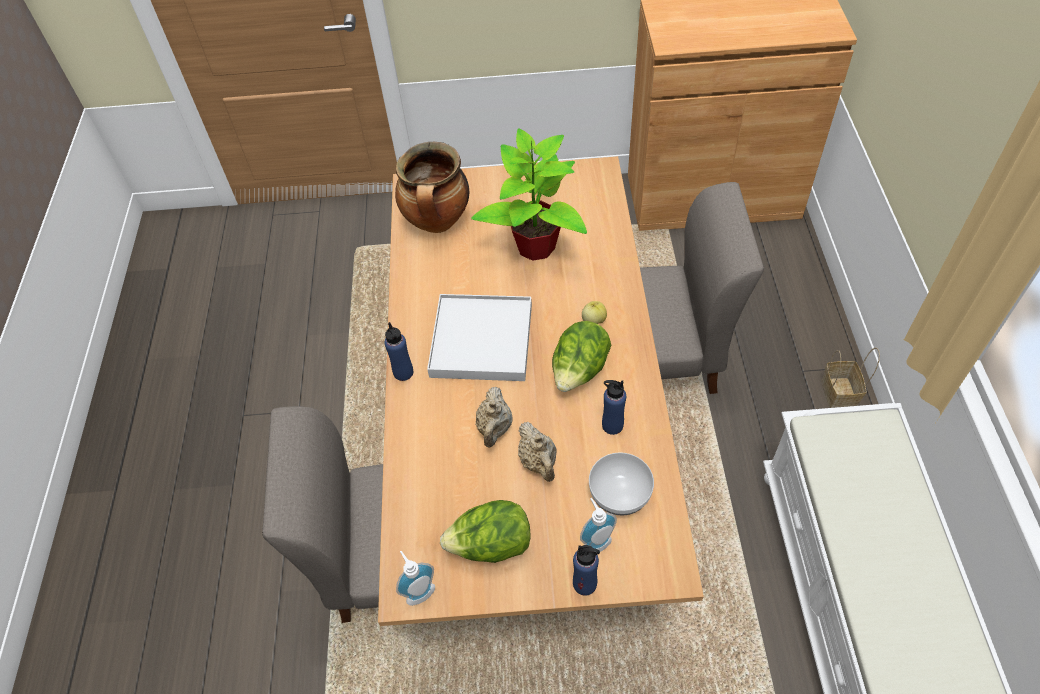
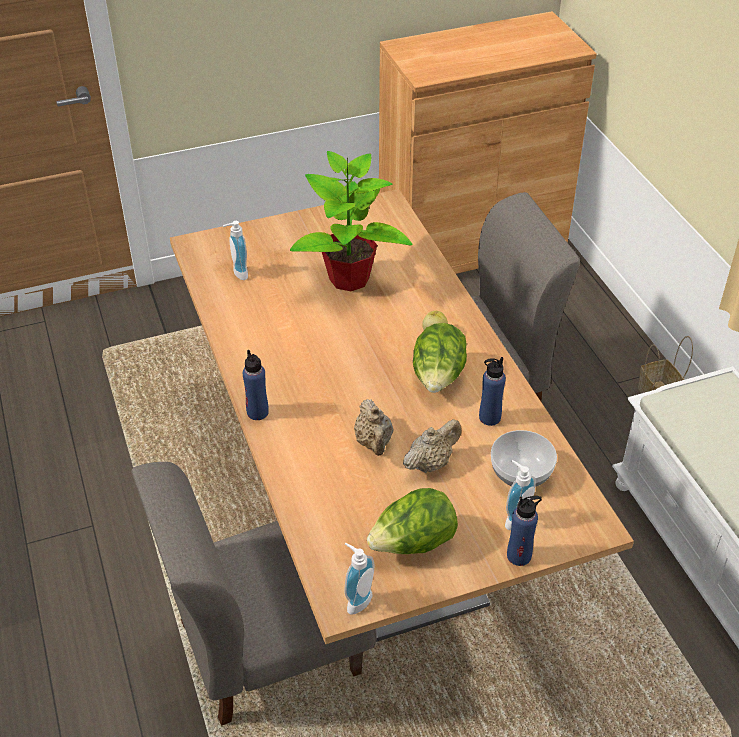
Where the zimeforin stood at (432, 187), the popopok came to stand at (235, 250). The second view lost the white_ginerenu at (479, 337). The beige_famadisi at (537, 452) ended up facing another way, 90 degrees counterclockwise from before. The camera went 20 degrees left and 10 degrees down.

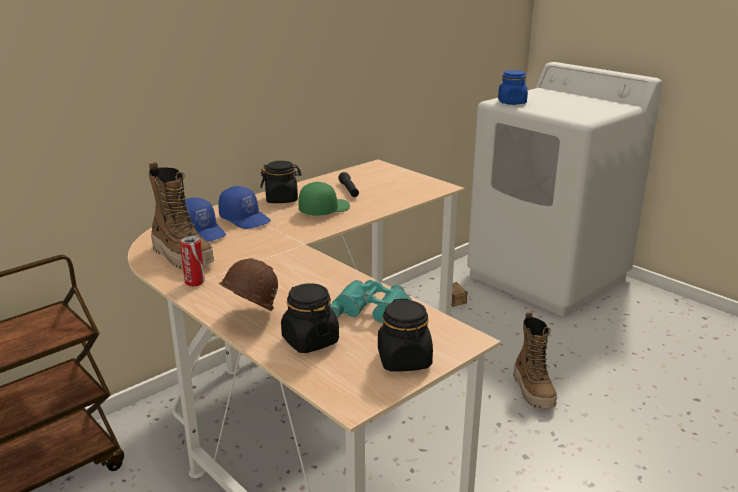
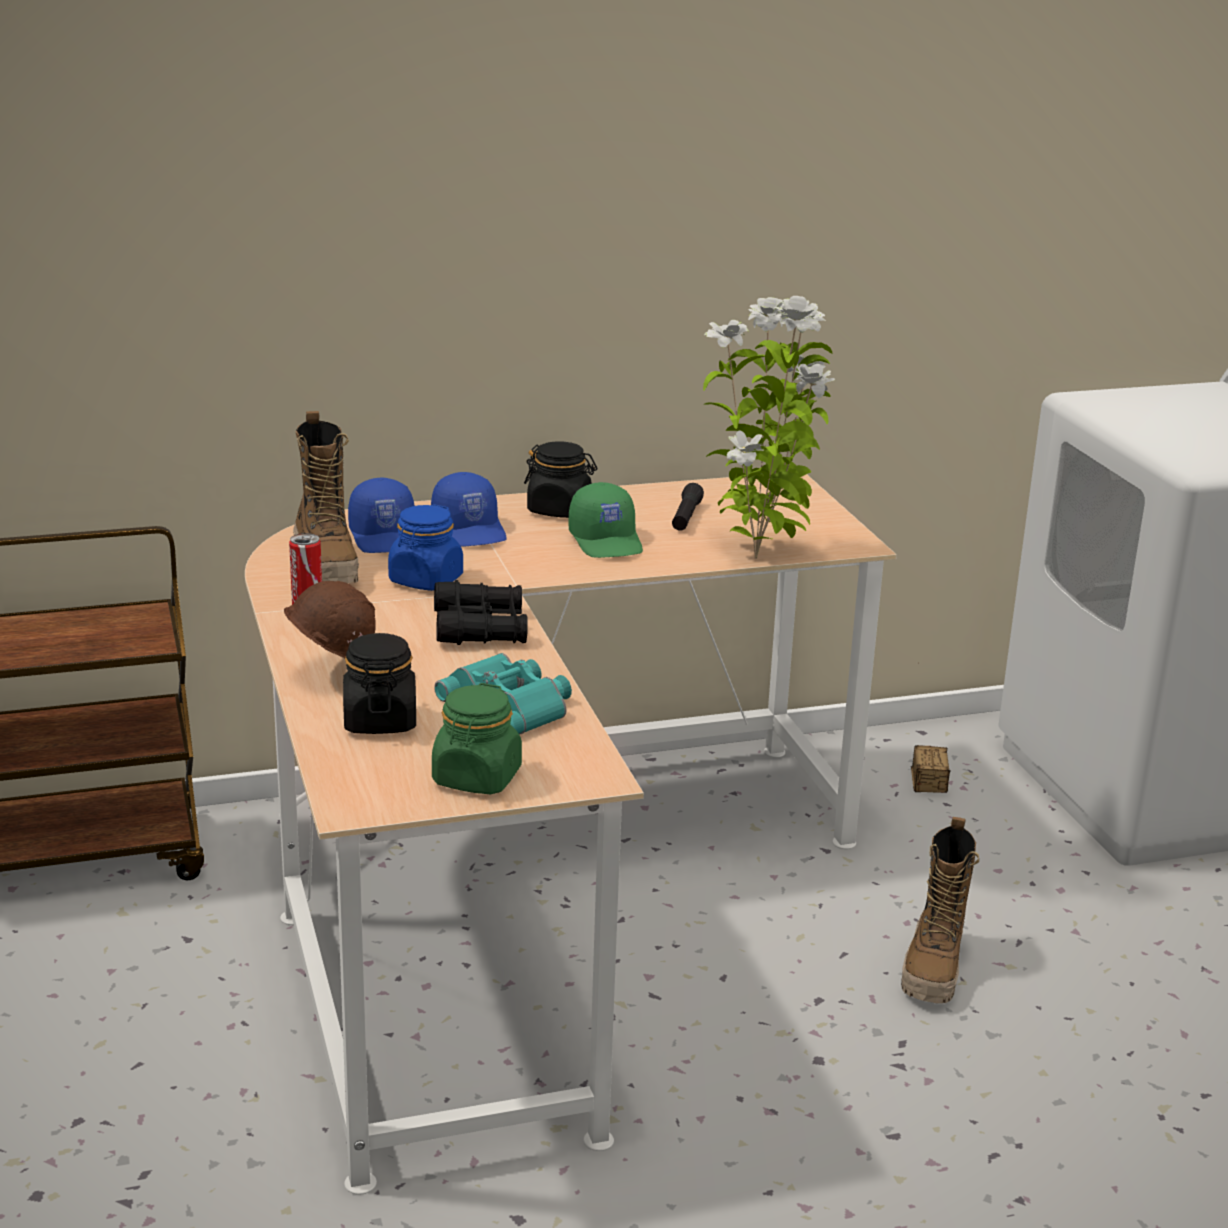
The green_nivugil at (324, 199) ended up facing another way, 90 degrees clockwise from before. What was the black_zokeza at (405, 335) turned into the green_zokeza at (477, 738). The blue_zokeza ended up elsewhere, having gone from (513, 87) to (425, 547). The second view gained the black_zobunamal at (480, 612). The second view gained the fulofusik at (769, 427). The camera went 25 degrees right and 0 degrees up.

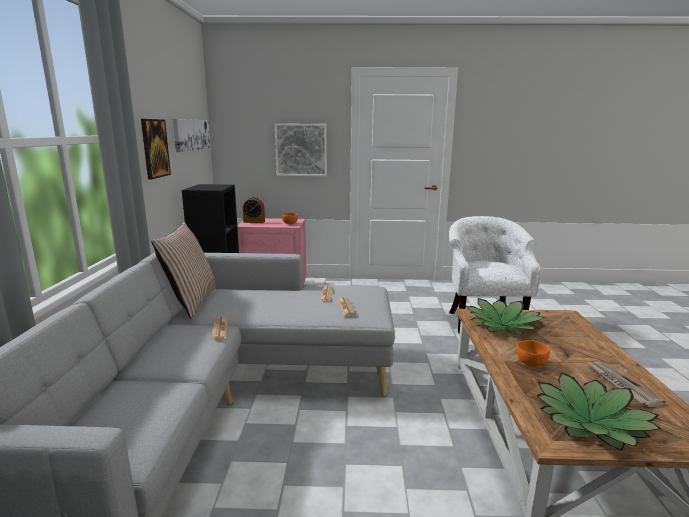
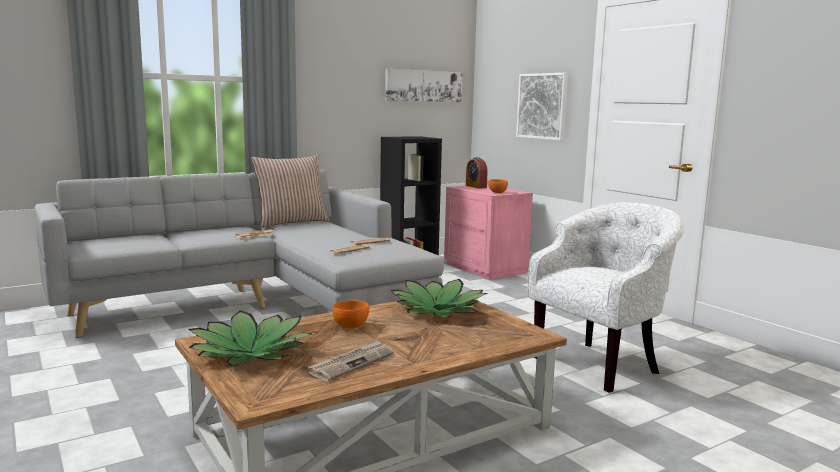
The second view lost the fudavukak at (156, 149). The camera went 55 degrees right and 5 degrees down.

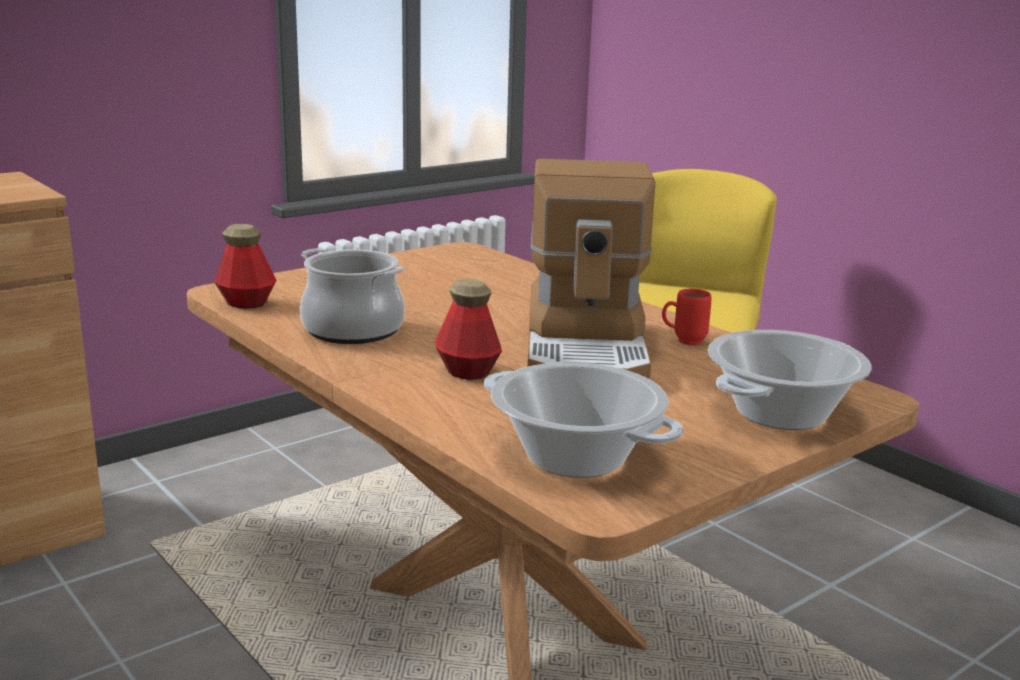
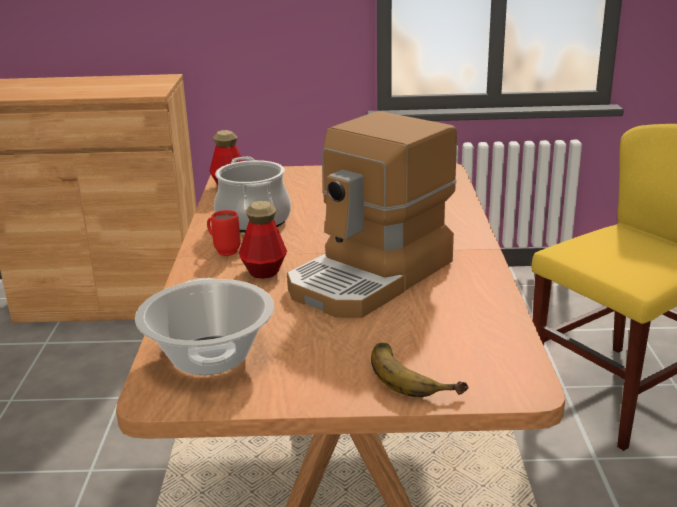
The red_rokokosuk ended up elsewhere, having gone from (687, 317) to (224, 233). Where the zimeforin stood at (789, 380), the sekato came to stand at (420, 370). The camera went 40 degrees right and 5 degrees up.

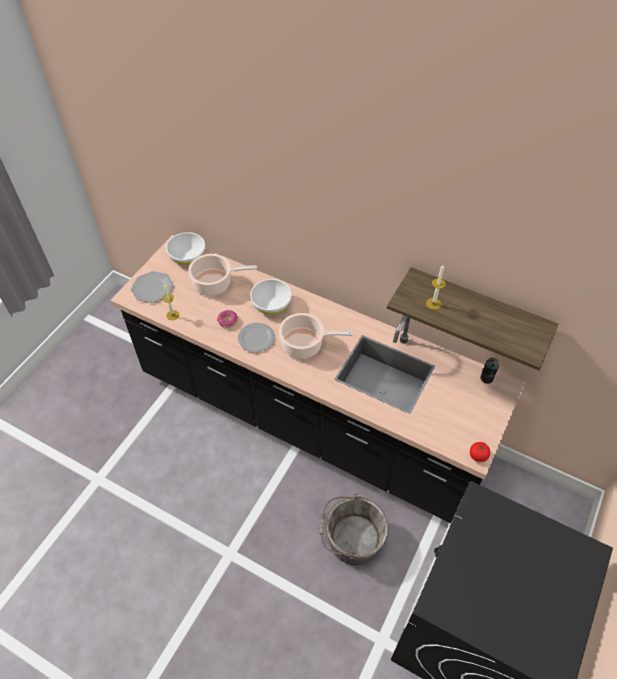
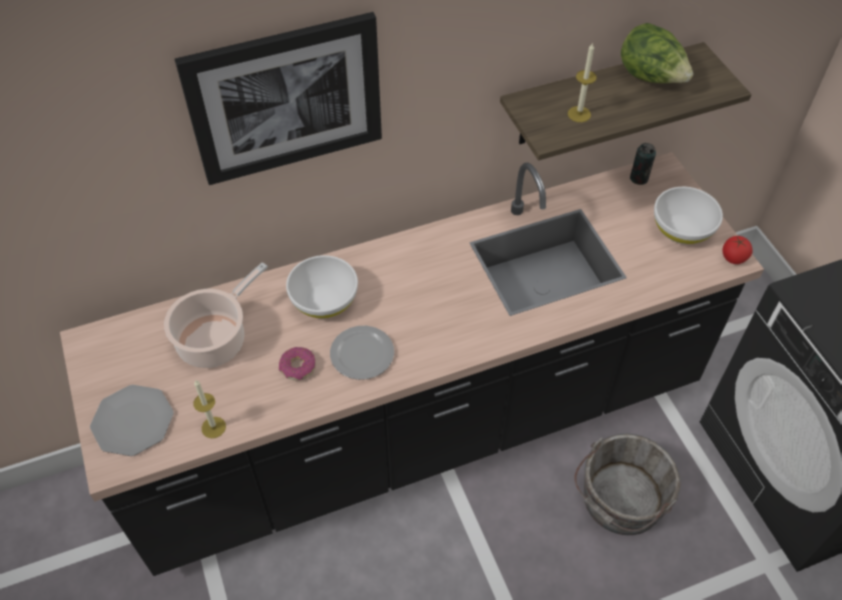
The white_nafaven ended up elsewhere, having gone from (185, 248) to (688, 215). The second view lost the zimeforin at (316, 336). The second view gained the fudavukak at (278, 98). The second view gained the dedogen at (657, 53). The camera went 50 degrees left and 0 degrees up.

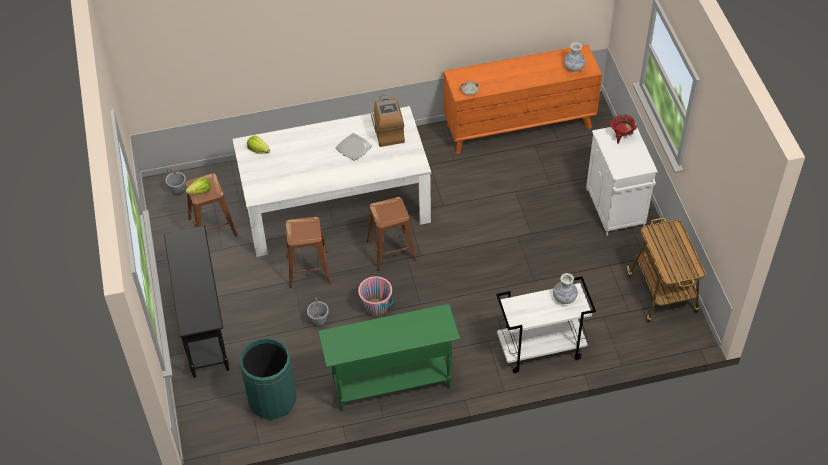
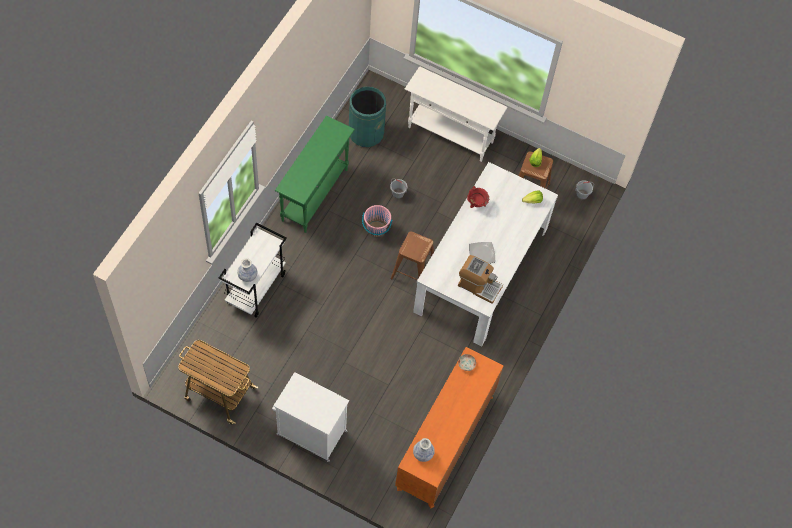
What was the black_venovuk at (196, 302) turned into the white_venovuk at (456, 114). The second view lost the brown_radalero at (308, 252). The red_zimeforin ended up elsewhere, having gone from (624, 128) to (478, 197). The camera went 125 degrees right and 10 degrees up.

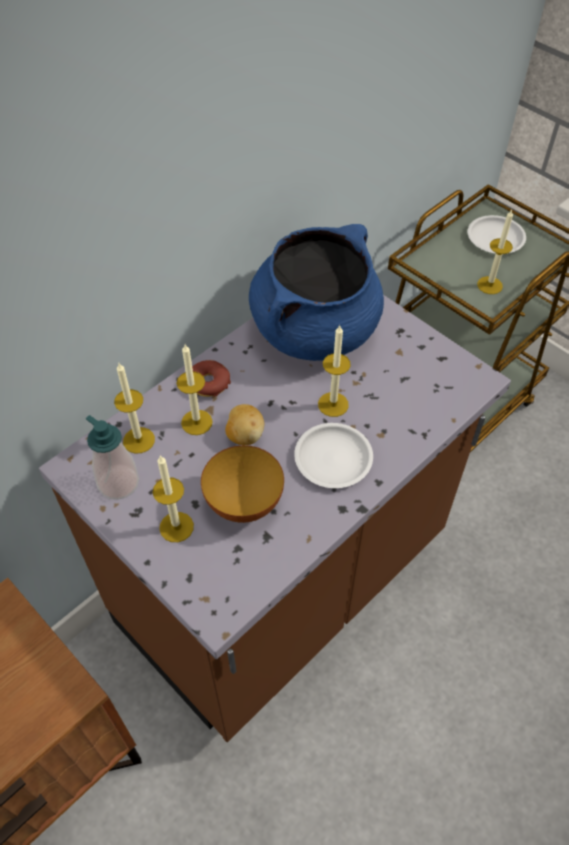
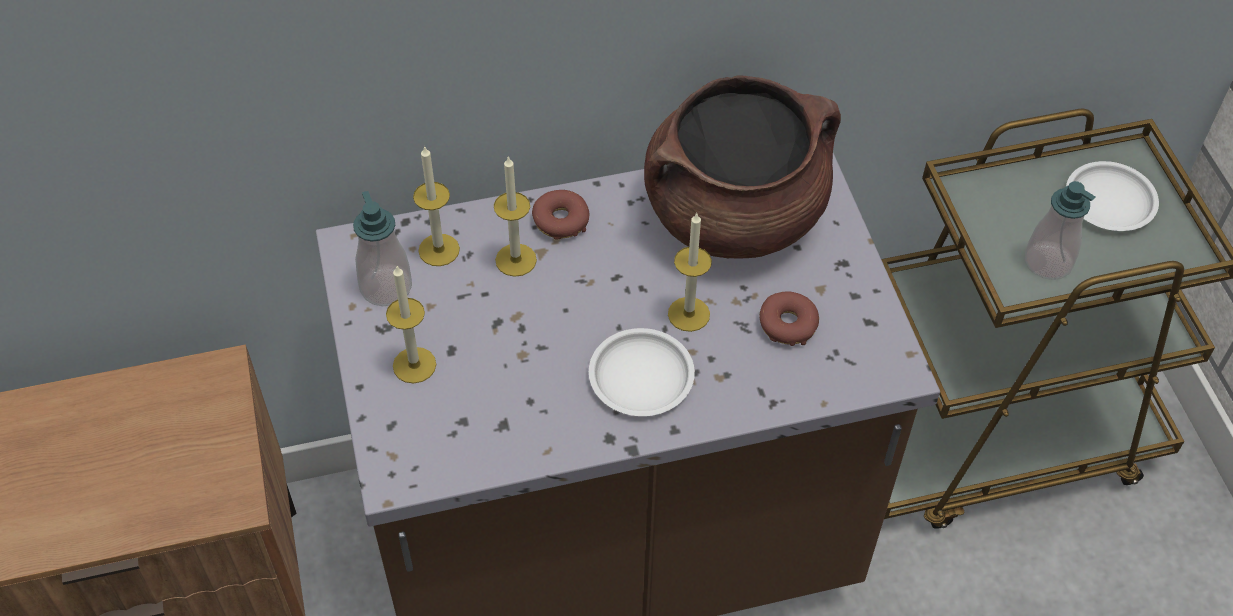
The second view lost the nafaven at (242, 484). The second view lost the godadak at (244, 424). What was the blue_zimeforin at (316, 292) turned into the brown_zimeforin at (742, 167). Where the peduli stood at (495, 252), the popopok came to stand at (1060, 230). The second view gained the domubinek at (789, 318). The camera went 30 degrees right and 0 degrees up.

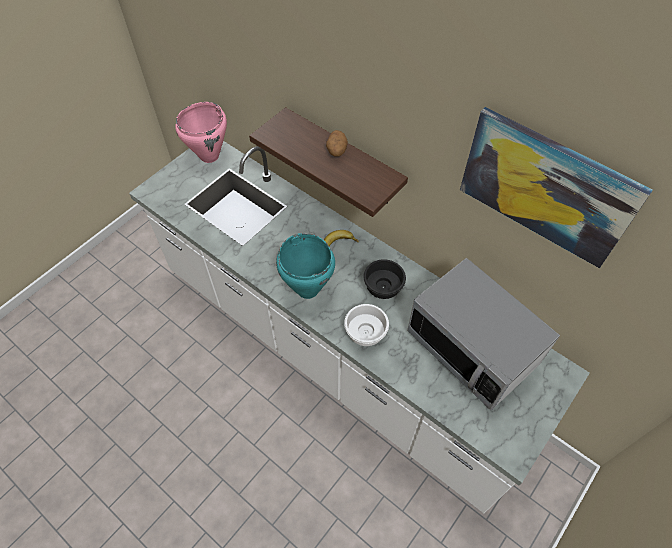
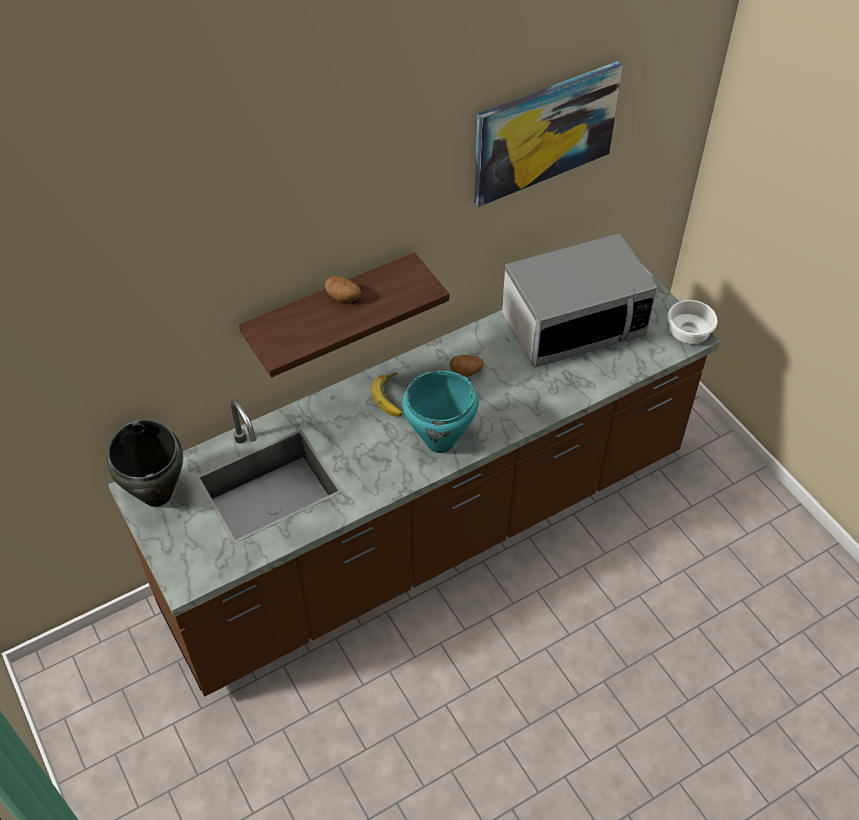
What was the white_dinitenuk at (359, 327) turned into the brown_dinitenuk at (414, 481). What was the pink_zimeforin at (201, 132) turned into the black_zimeforin at (145, 463). The white_nafaven ended up elsewhere, having gone from (366, 325) to (692, 322). Where the black_nafaven stood at (384, 279), the godadak came to stand at (467, 366). The camera went 70 degrees left and 5 degrees down.

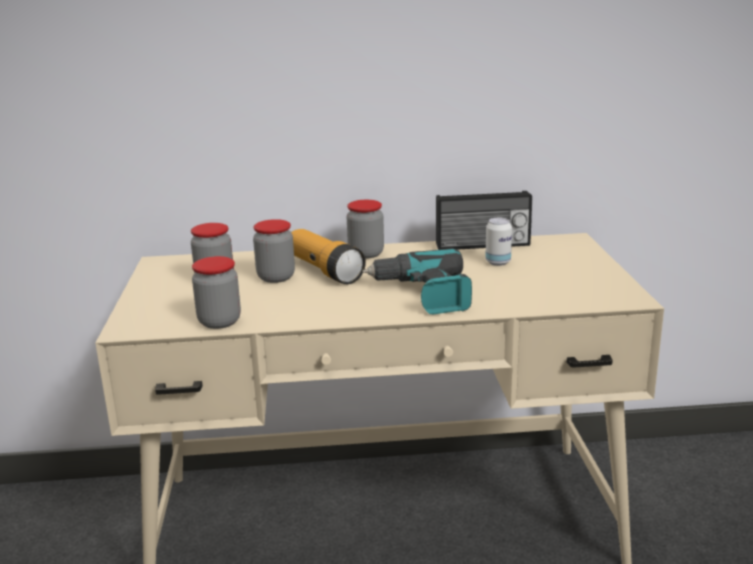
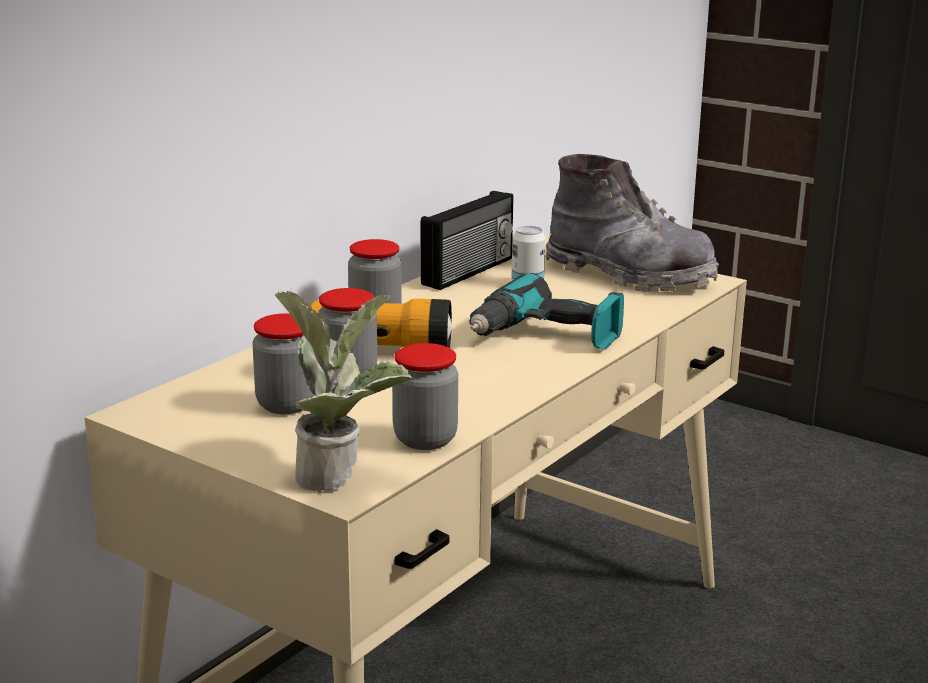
The second view gained the fulofusik at (344, 390). The second view gained the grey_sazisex at (632, 223). The camera went 50 degrees left and 0 degrees up.

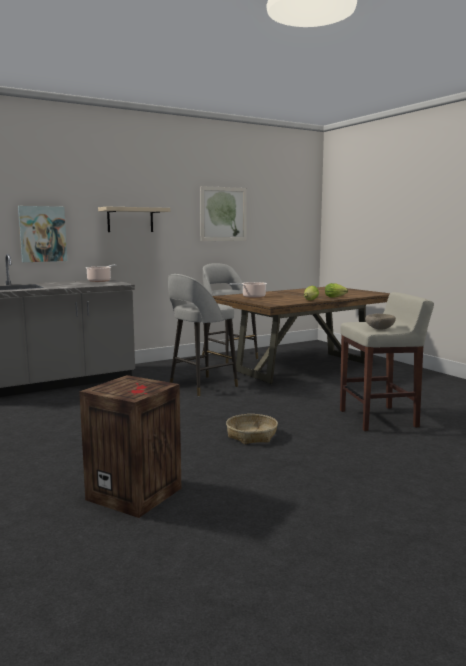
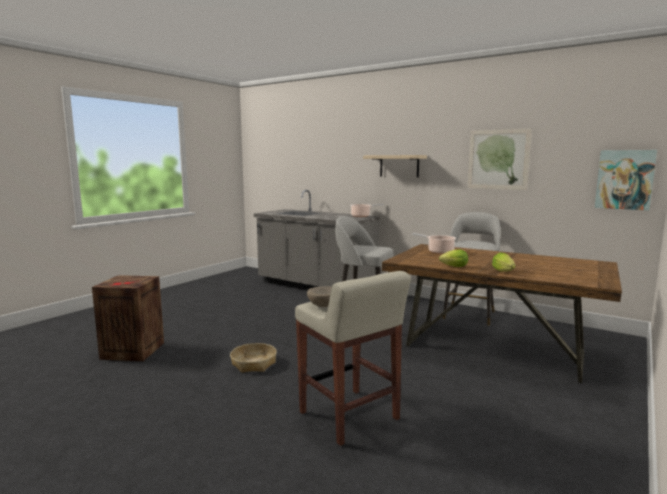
The fudavukak ended up elsewhere, having gone from (42, 234) to (626, 180). The camera went 65 degrees right and 0 degrees up.

